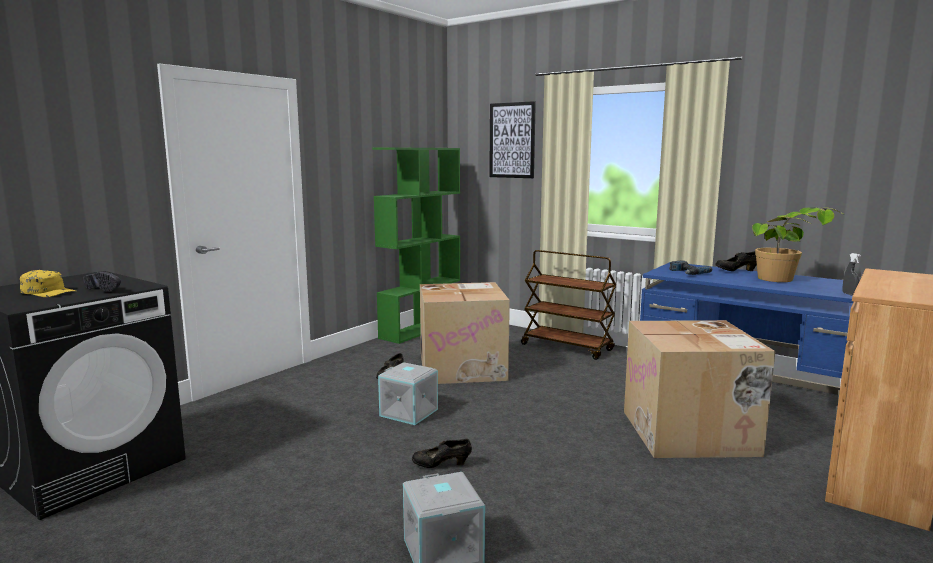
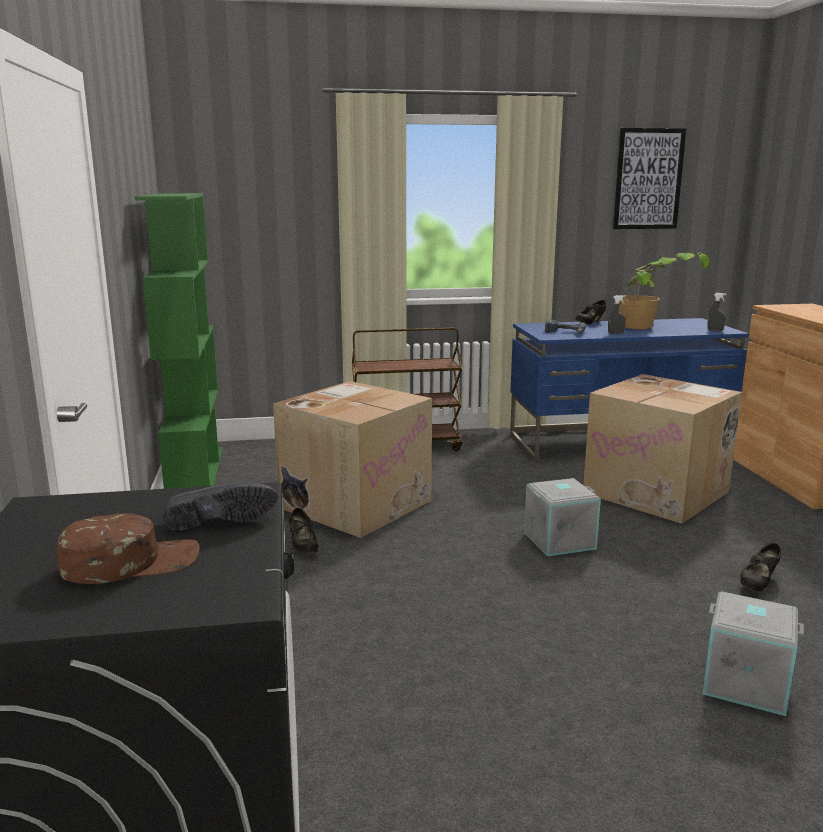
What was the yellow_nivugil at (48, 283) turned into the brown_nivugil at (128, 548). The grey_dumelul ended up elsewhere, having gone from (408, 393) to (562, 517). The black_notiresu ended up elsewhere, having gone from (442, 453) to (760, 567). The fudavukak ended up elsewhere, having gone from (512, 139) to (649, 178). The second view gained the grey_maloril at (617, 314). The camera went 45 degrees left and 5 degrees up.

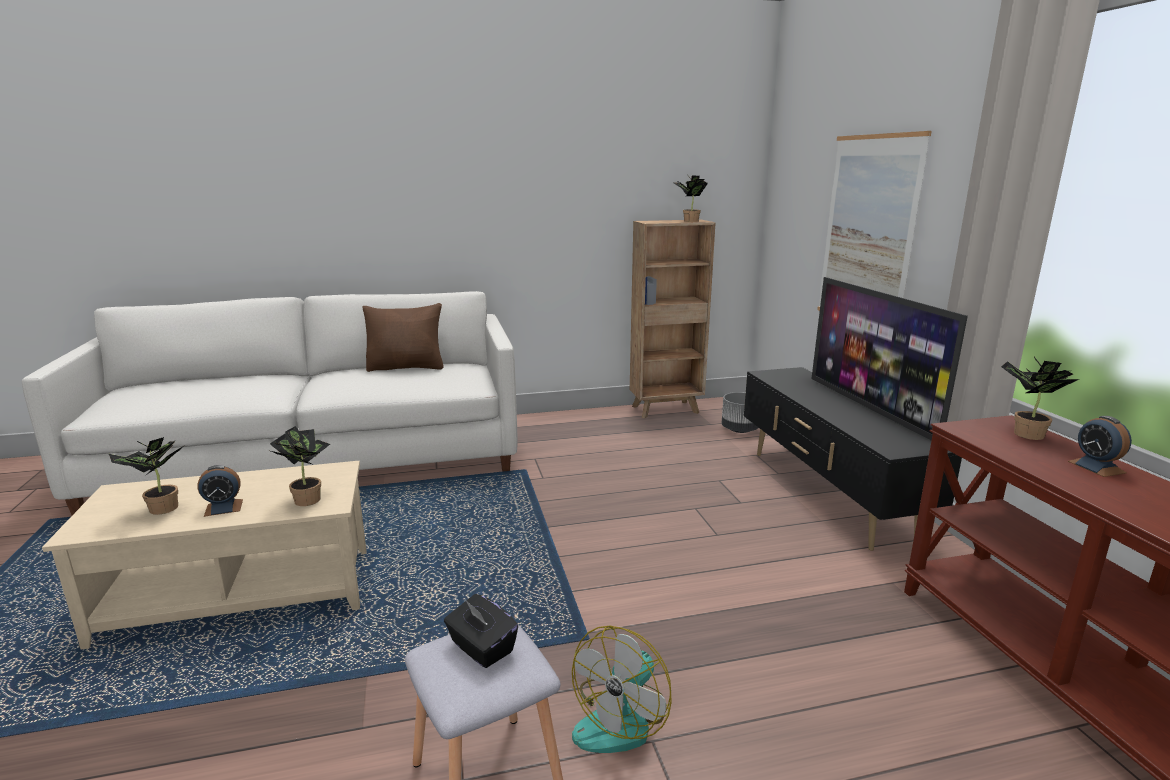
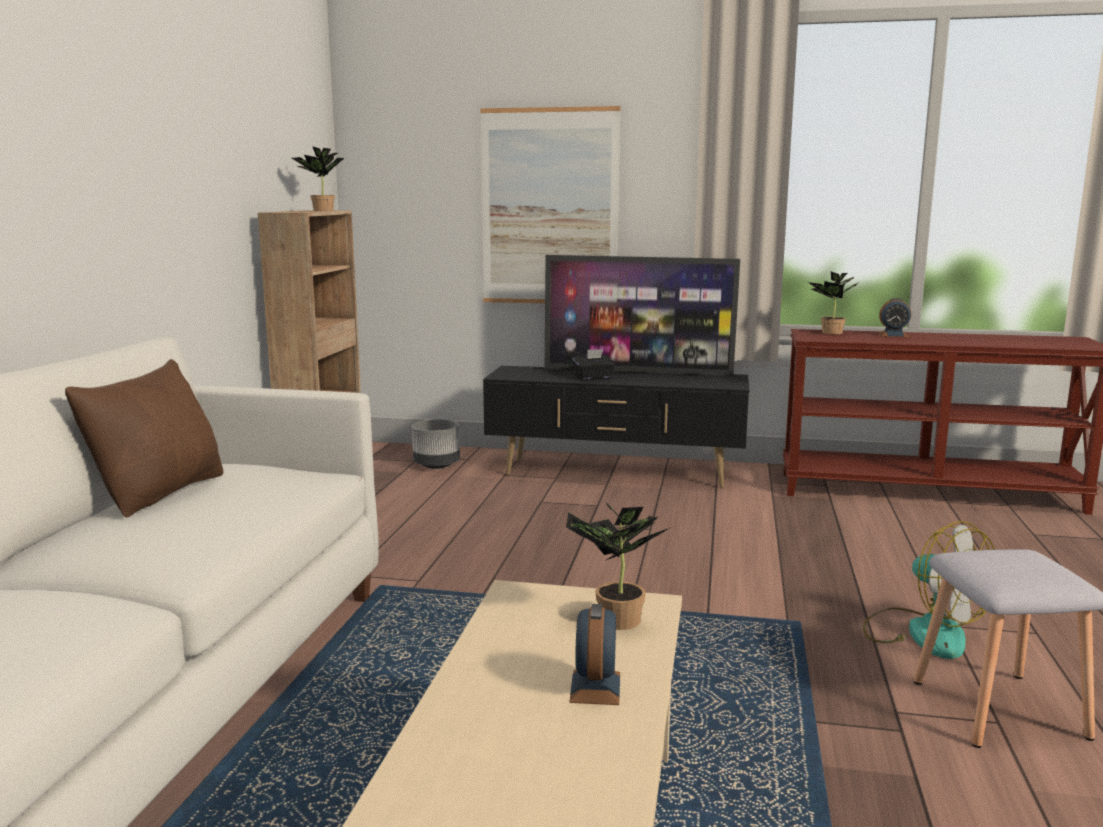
The second view lost the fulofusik at (147, 476). The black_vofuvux ended up elsewhere, having gone from (481, 631) to (593, 364). The camera went 65 degrees left and 5 degrees down.

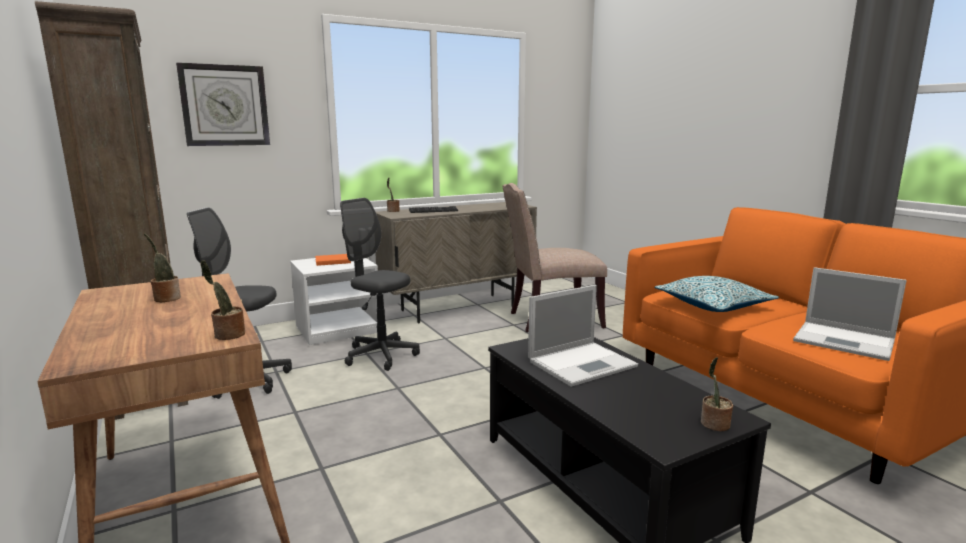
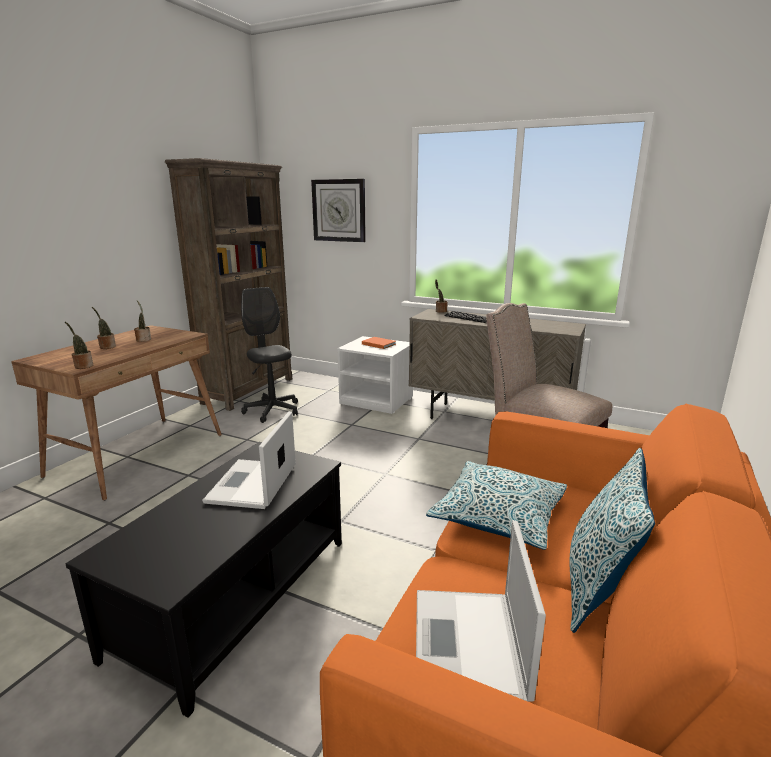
The second view lost the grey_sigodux at (380, 284). The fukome at (583, 336) ended up facing another way, 75 degrees clockwise from before. The fulofusik ended up elsewhere, having gone from (717, 394) to (104, 328). The second view gained the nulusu at (612, 540). The camera went 55 degrees right and 5 degrees up.

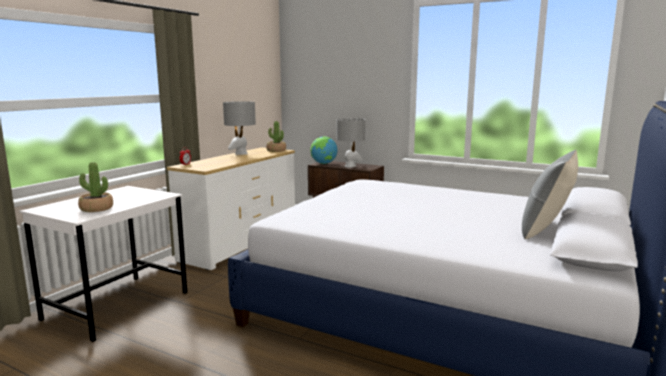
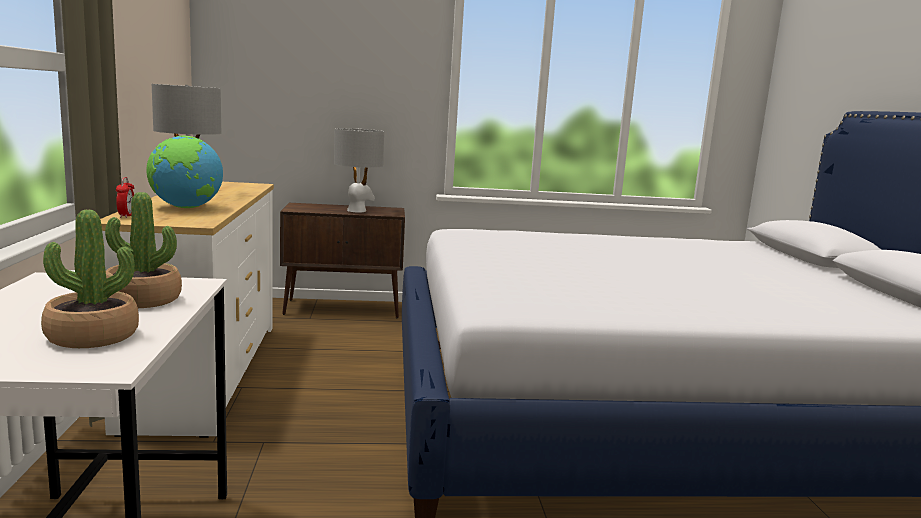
The fulofusik ended up elsewhere, having gone from (276, 136) to (143, 250). The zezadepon ended up elsewhere, having gone from (324, 150) to (184, 172). The second view lost the grey_nulusu at (550, 194). The camera went 35 degrees left and 0 degrees up.

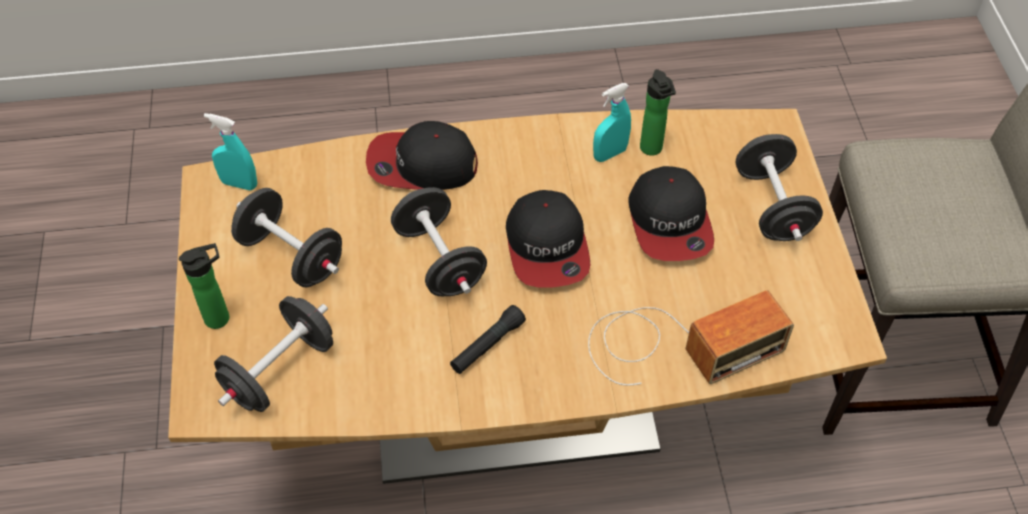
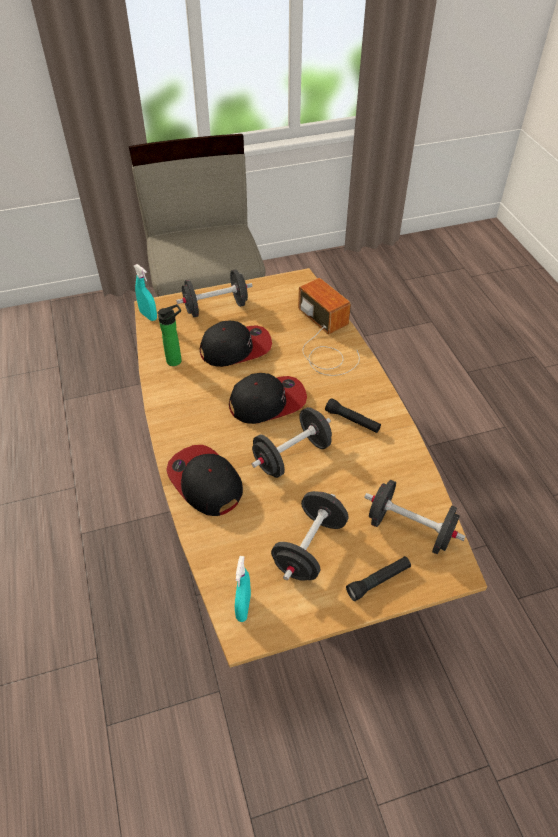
Where the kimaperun stood at (204, 286), the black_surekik came to stand at (378, 578). The nivugil at (422, 155) ended up facing another way, 150 degrees clockwise from before. The turquoise_maloril ended up elsewhere, having gone from (612, 122) to (145, 292). The camera went 100 degrees left and 5 degrees down.

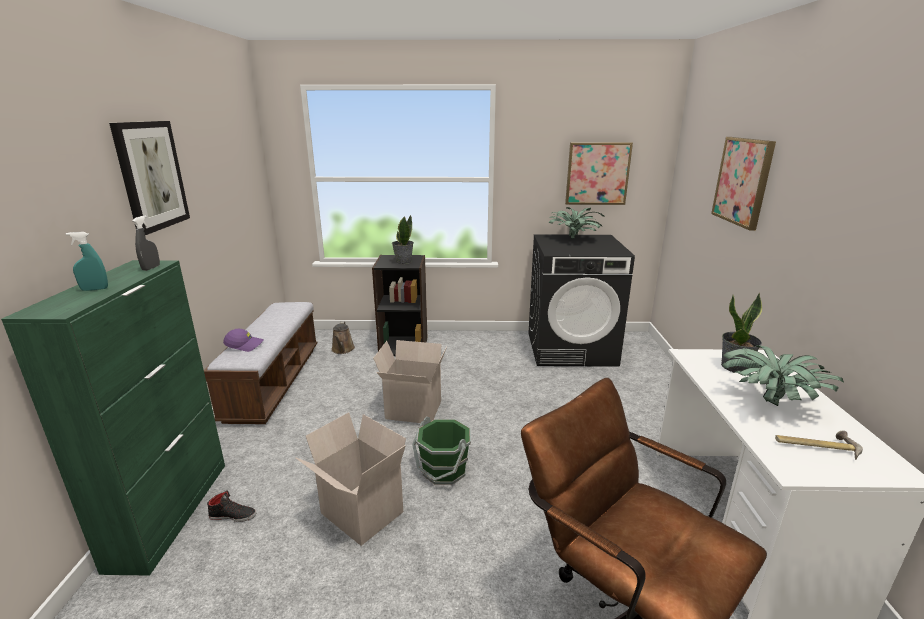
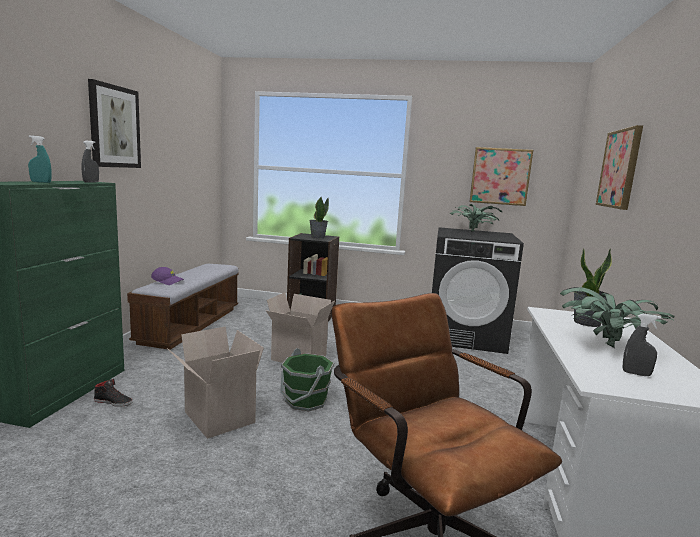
The second view lost the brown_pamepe at (343, 337). Where the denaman stood at (819, 445), the grey_maloril came to stand at (642, 345). The camera went 10 degrees right and 10 degrees down.

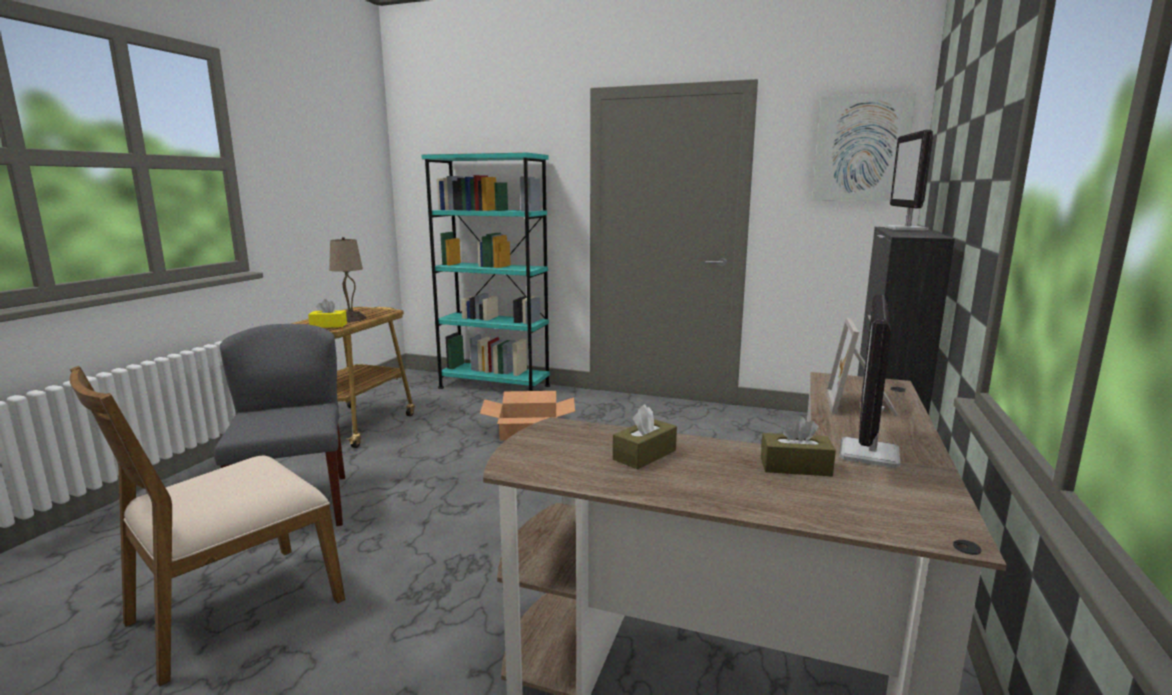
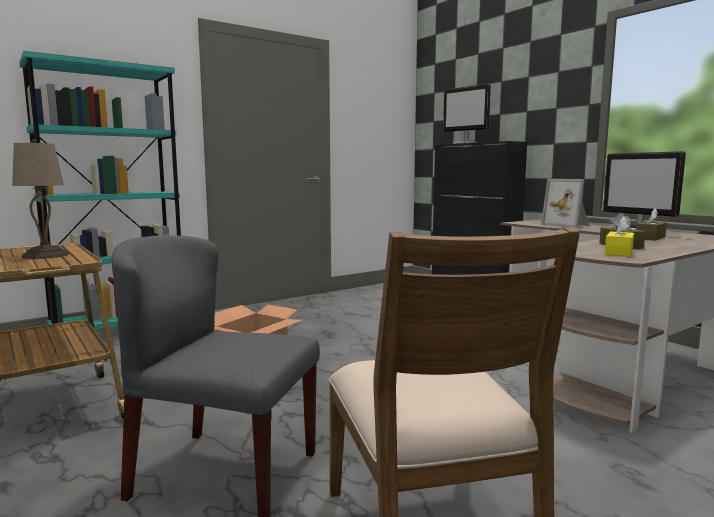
The yellow_vofuvux ended up elsewhere, having gone from (327, 313) to (619, 236). The second view lost the fudavukak at (864, 146). The camera went 55 degrees left and 5 degrees down.

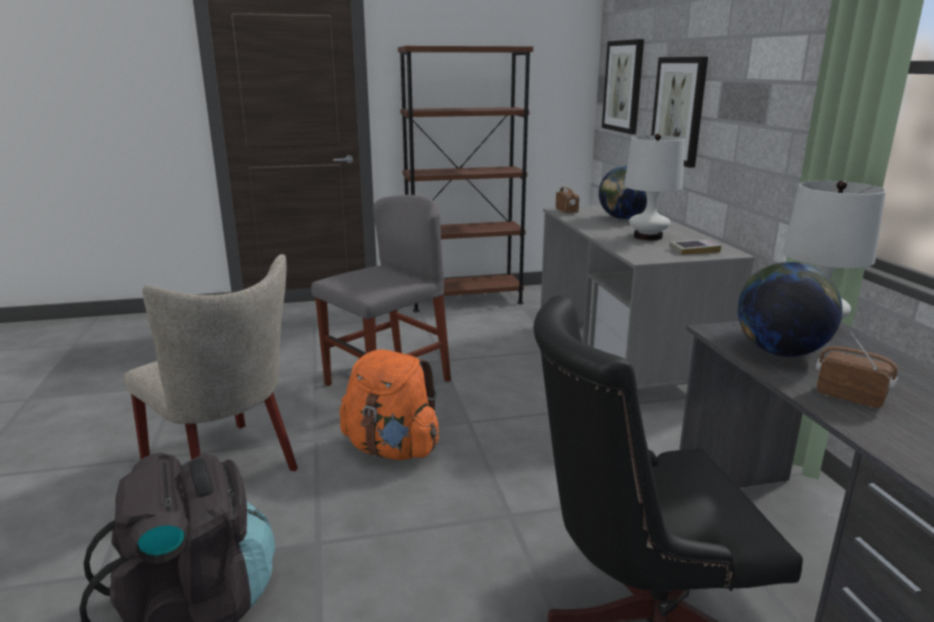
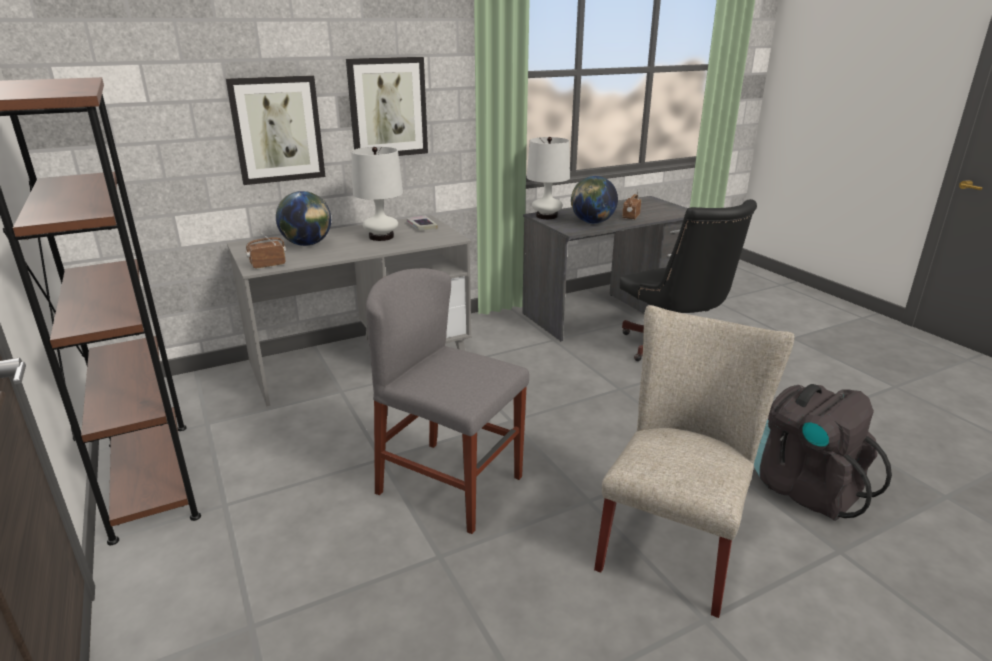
The second view lost the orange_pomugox at (389, 404). The fudavukak ended up elsewhere, having gone from (623, 86) to (387, 106). The camera went 105 degrees left and 5 degrees up.

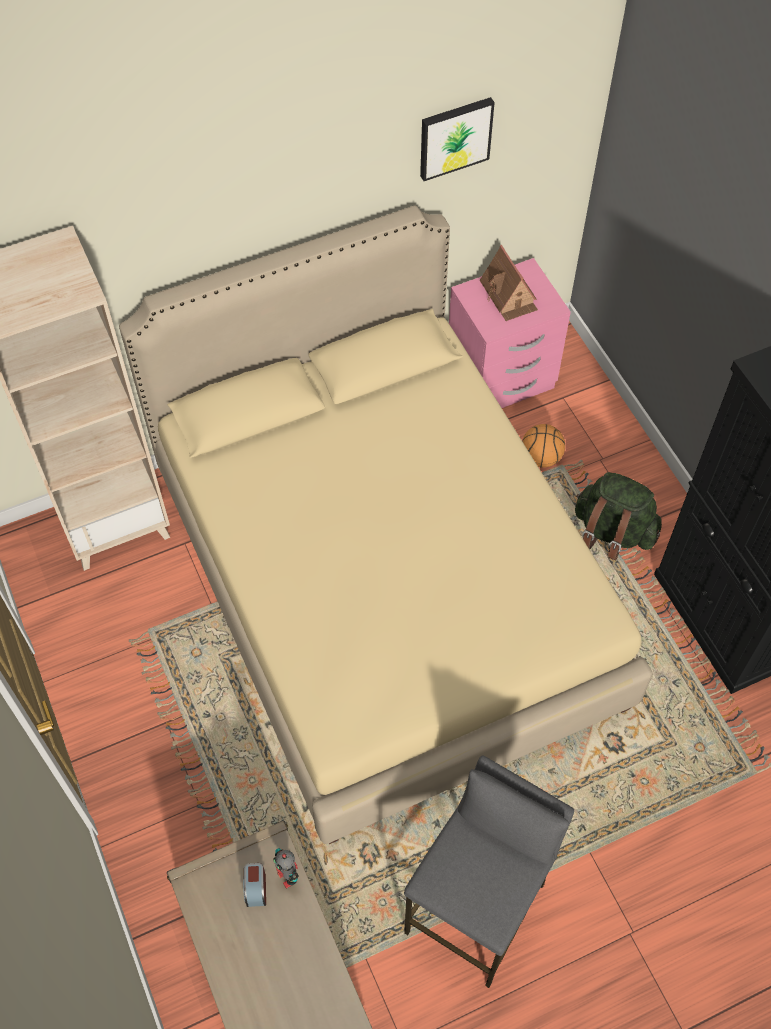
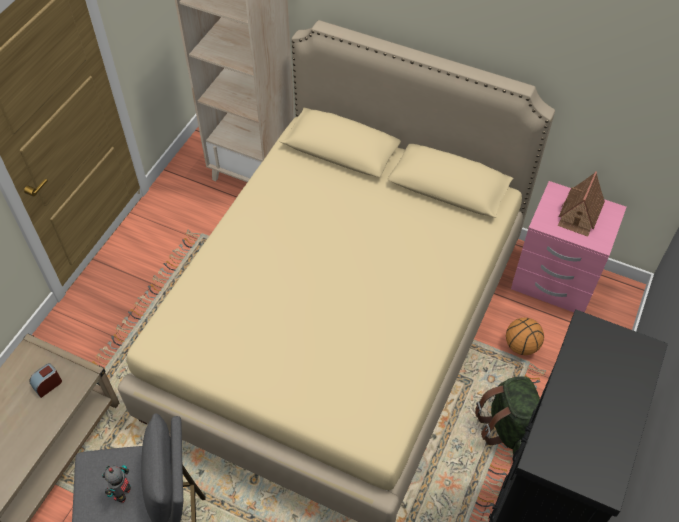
The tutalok ended up elsewhere, having gone from (285, 868) to (116, 484). The second view lost the fudavukak at (457, 139). The camera went 50 degrees right and 5 degrees down.

